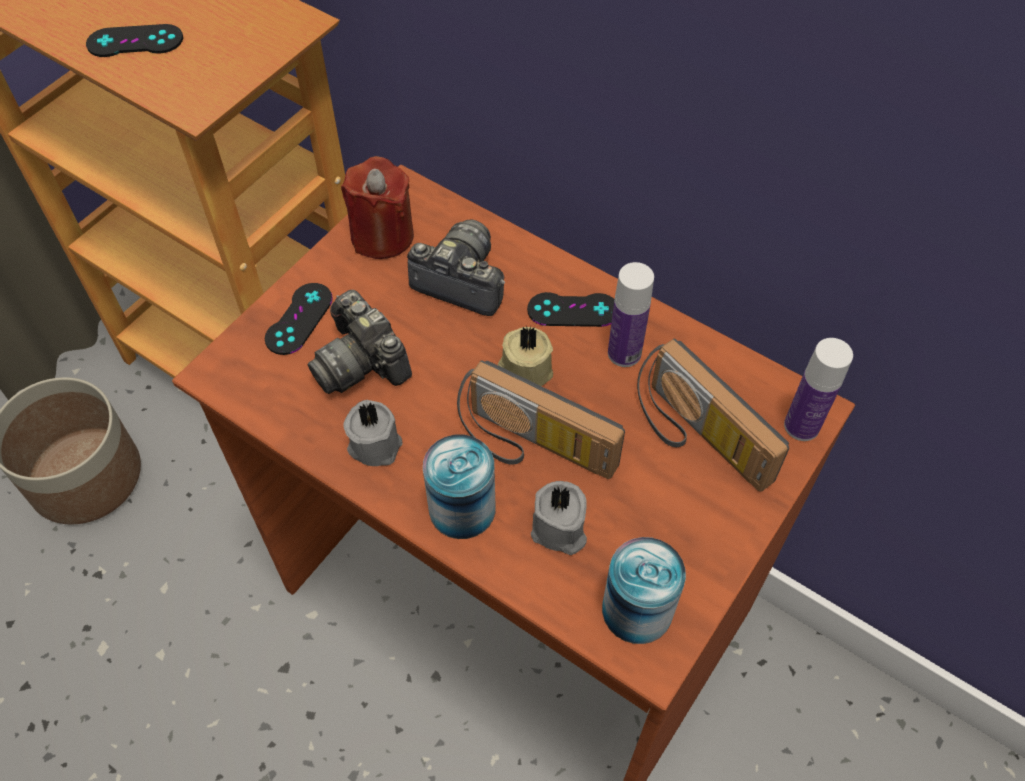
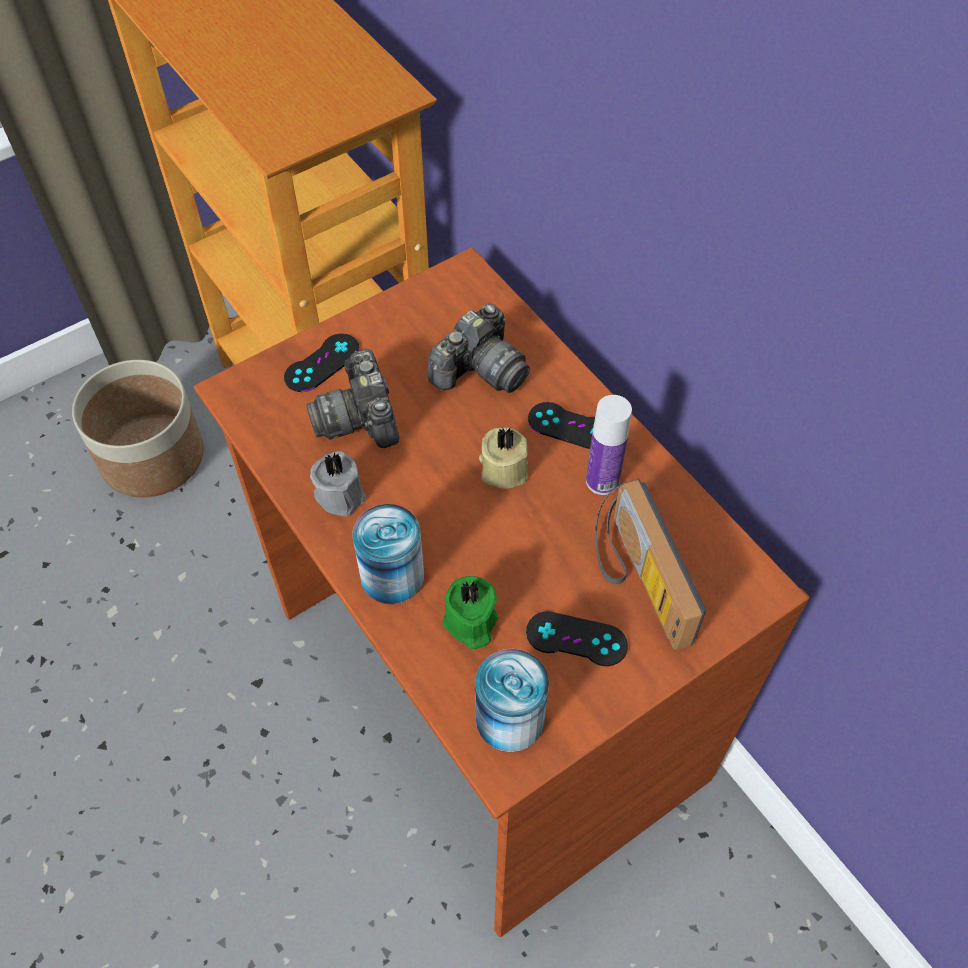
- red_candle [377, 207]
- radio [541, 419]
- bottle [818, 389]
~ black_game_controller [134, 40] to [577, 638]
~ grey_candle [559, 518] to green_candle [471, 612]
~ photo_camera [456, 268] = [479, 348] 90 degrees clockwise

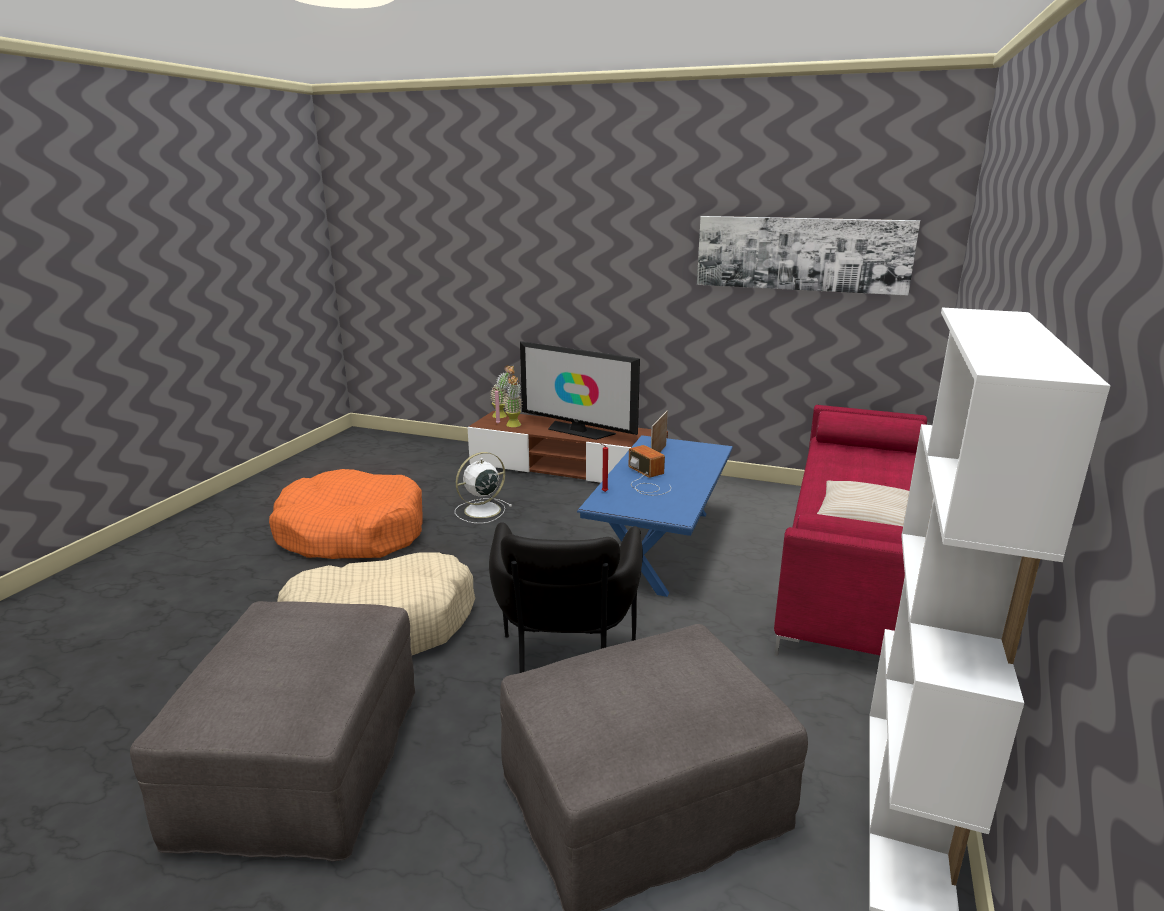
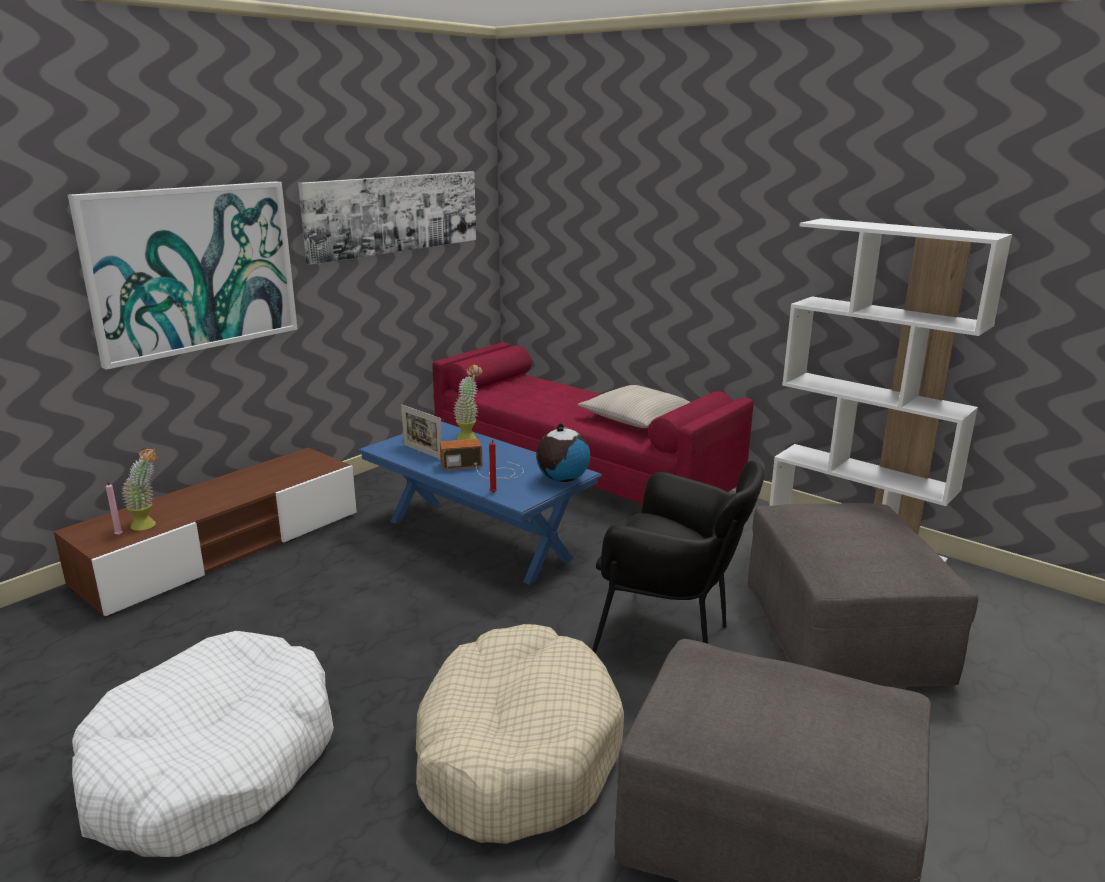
- white_fan [483, 488]
- television [580, 390]
+ picture [182, 275]
+ globe [563, 452]
~ potted_plant [502, 391] to [468, 402]
~ orange_dog_bed [346, 514] to white_dog_bed [203, 744]

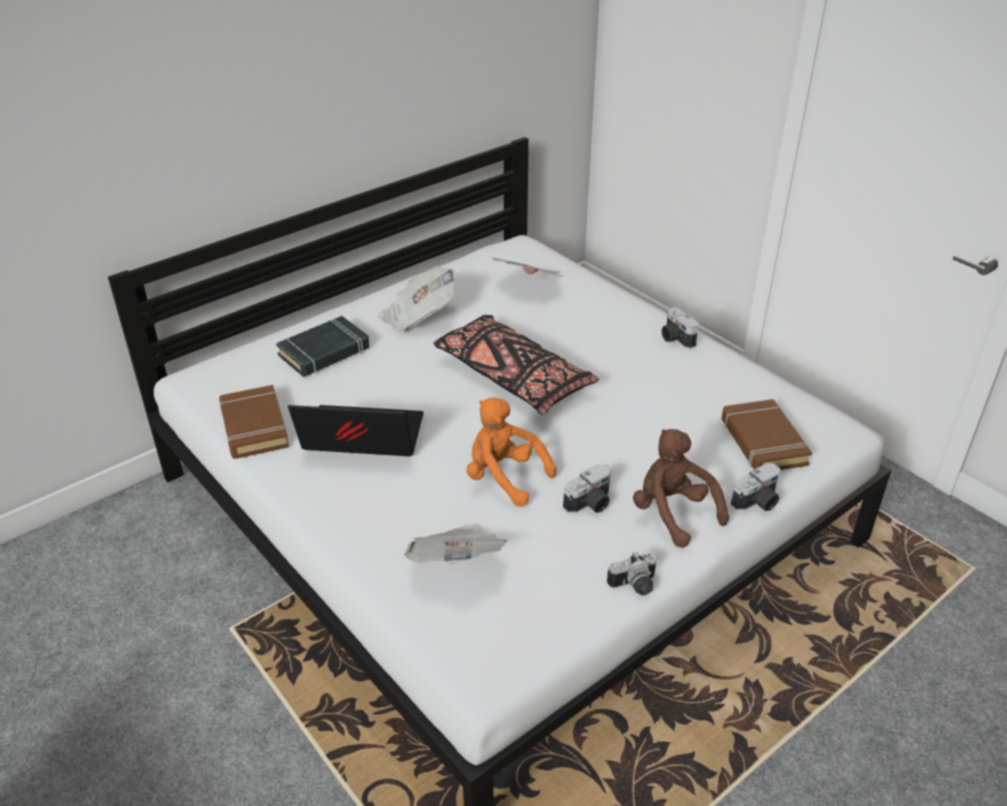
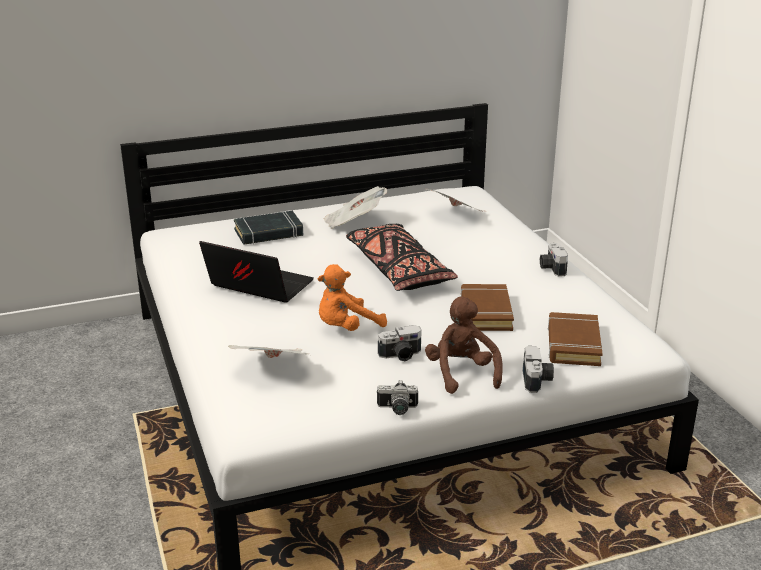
~ brown_book [254, 422] to [487, 307]
~ orange_plush_toy [512, 452] = [352, 297] 90 degrees counterclockwise
~ photo_camera [755, 487] = [538, 369] 75 degrees counterclockwise

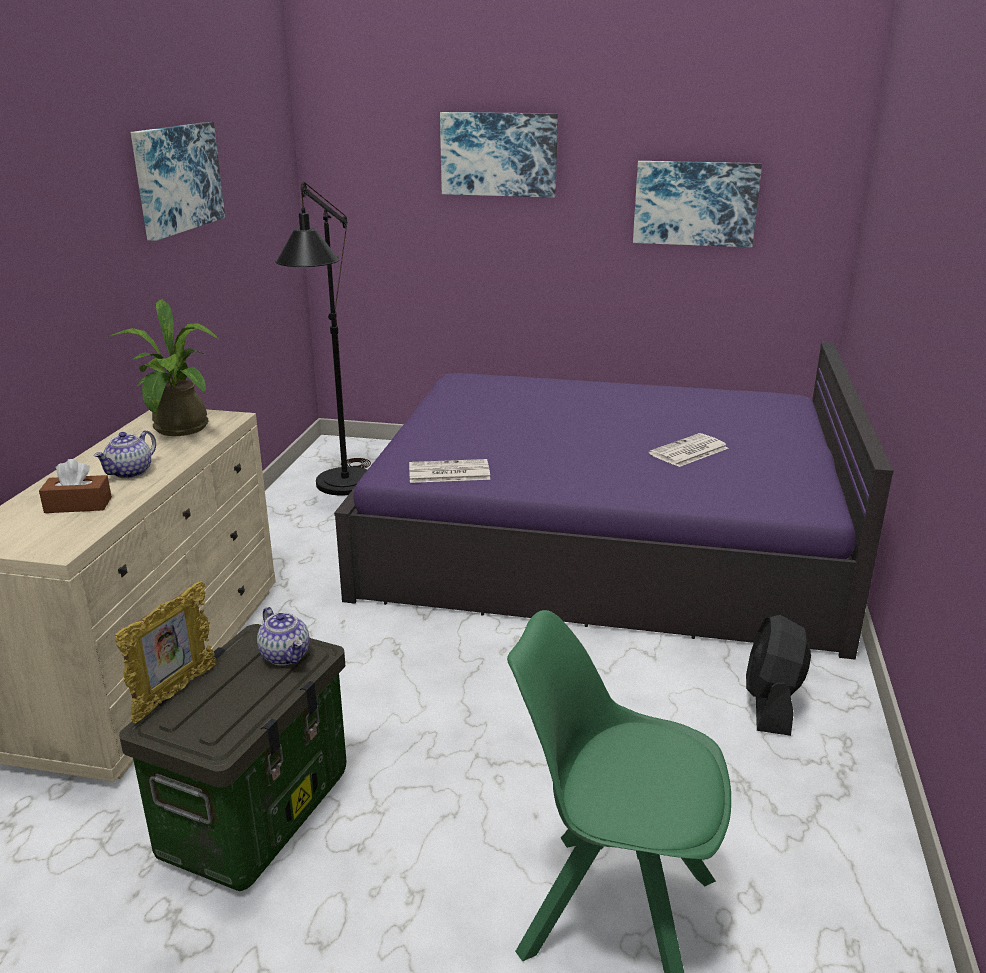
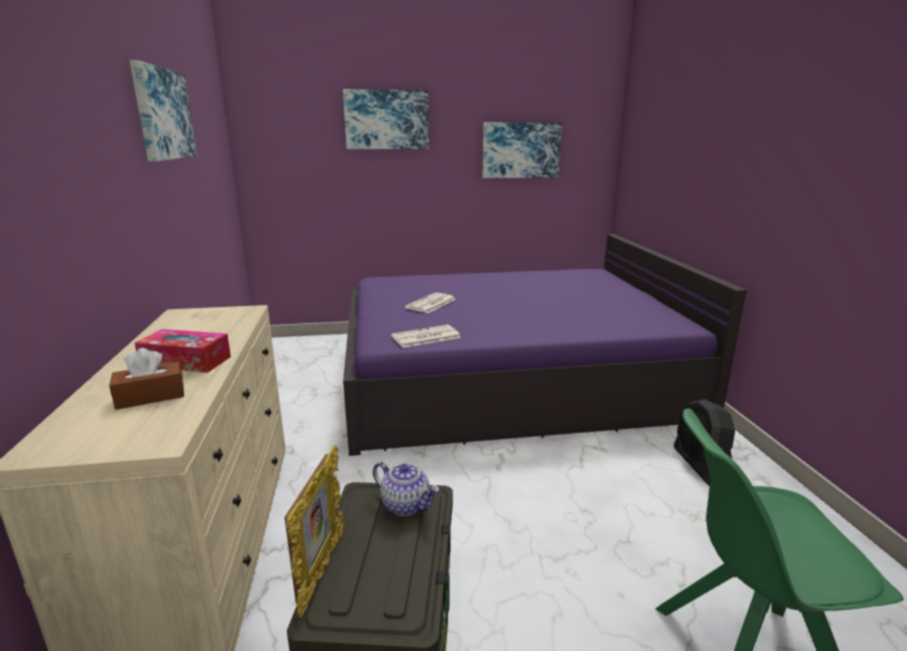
- potted_plant [164, 367]
- black_floor_lamp [323, 338]
~ newspaper [688, 450] to [430, 302]
~ teapot [125, 454] to tissue_box [183, 351]

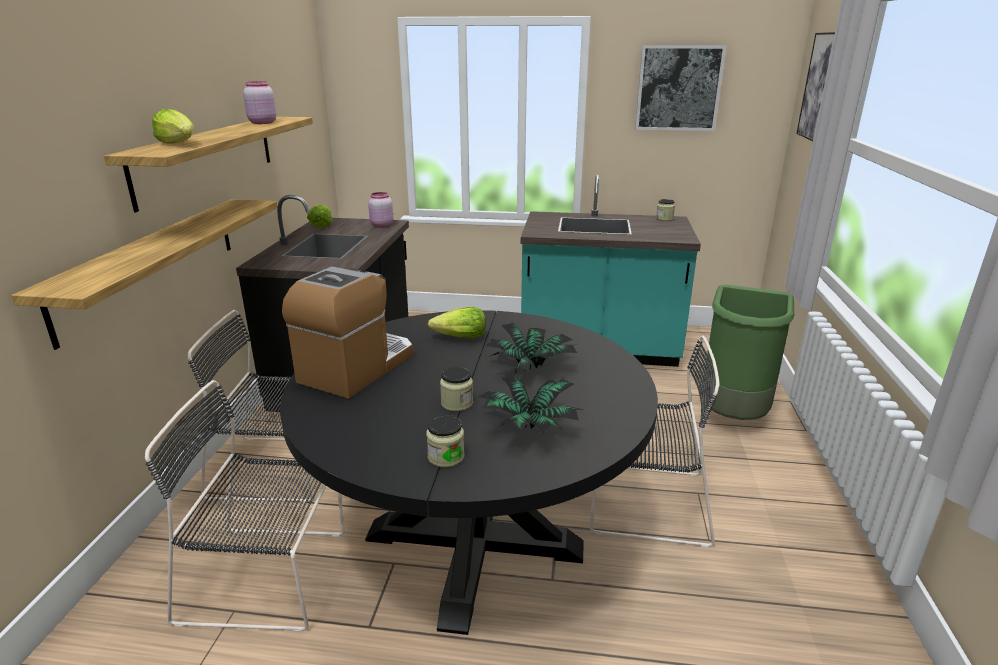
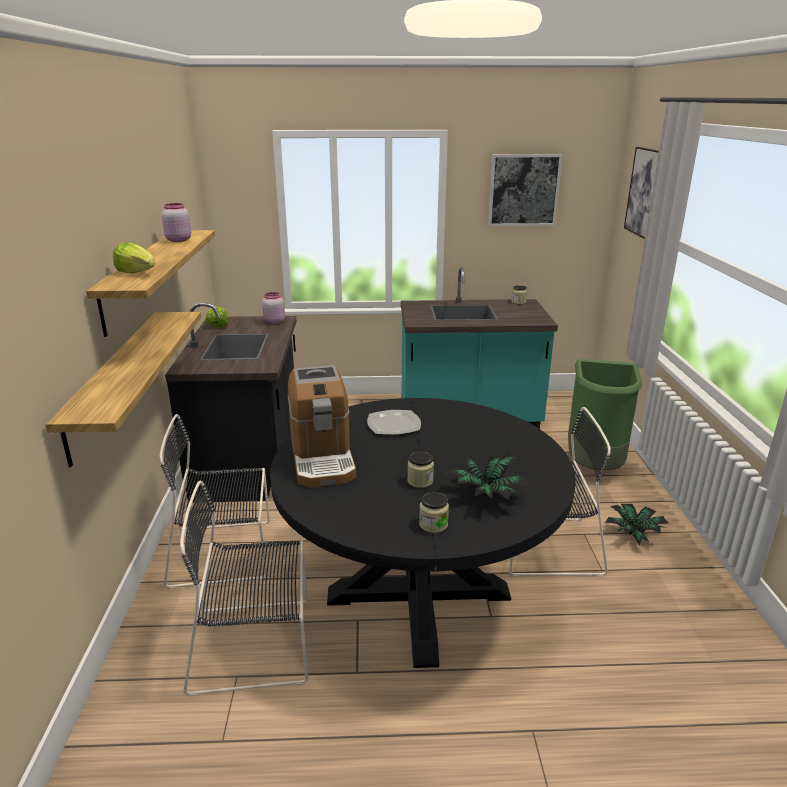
~ potted_plant [531, 349] to [637, 525]
~ lettuce [457, 322] to plate [394, 422]
~ coffee_machine [347, 333] = [322, 426] 150 degrees clockwise

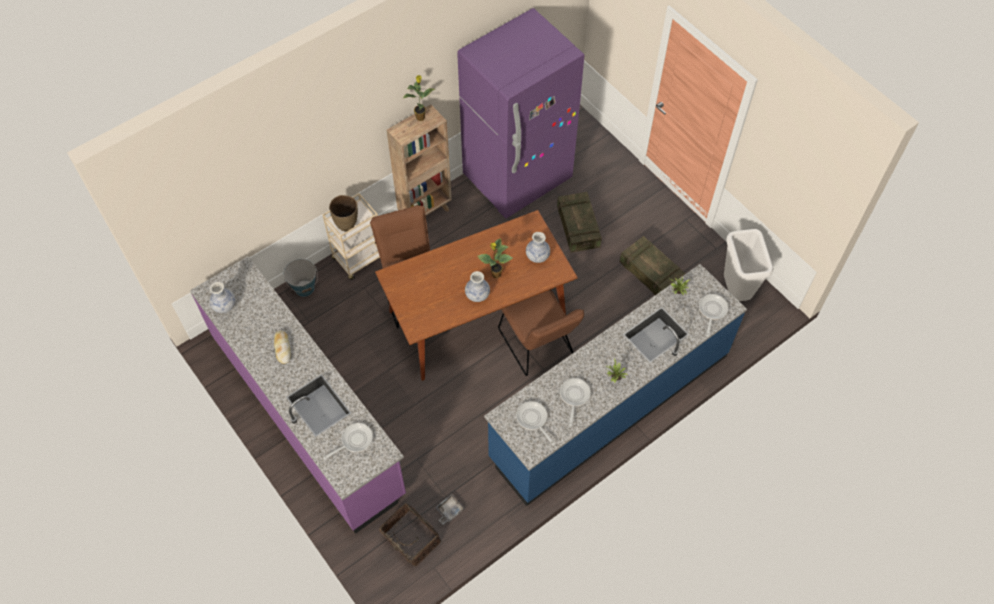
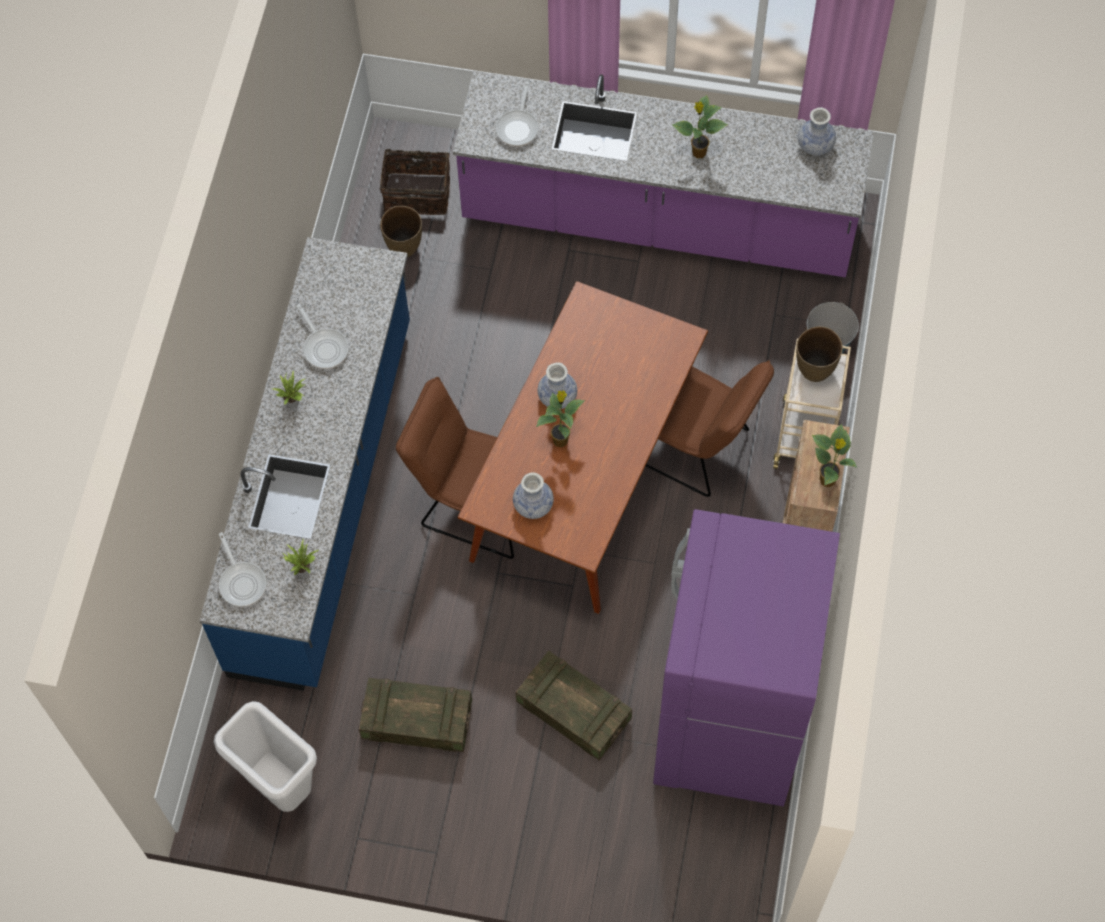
- frying_pan [535, 423]
~ bread [282, 347] to potted_plant [700, 126]
~ grey_tray [450, 509] to brown_vase [401, 231]

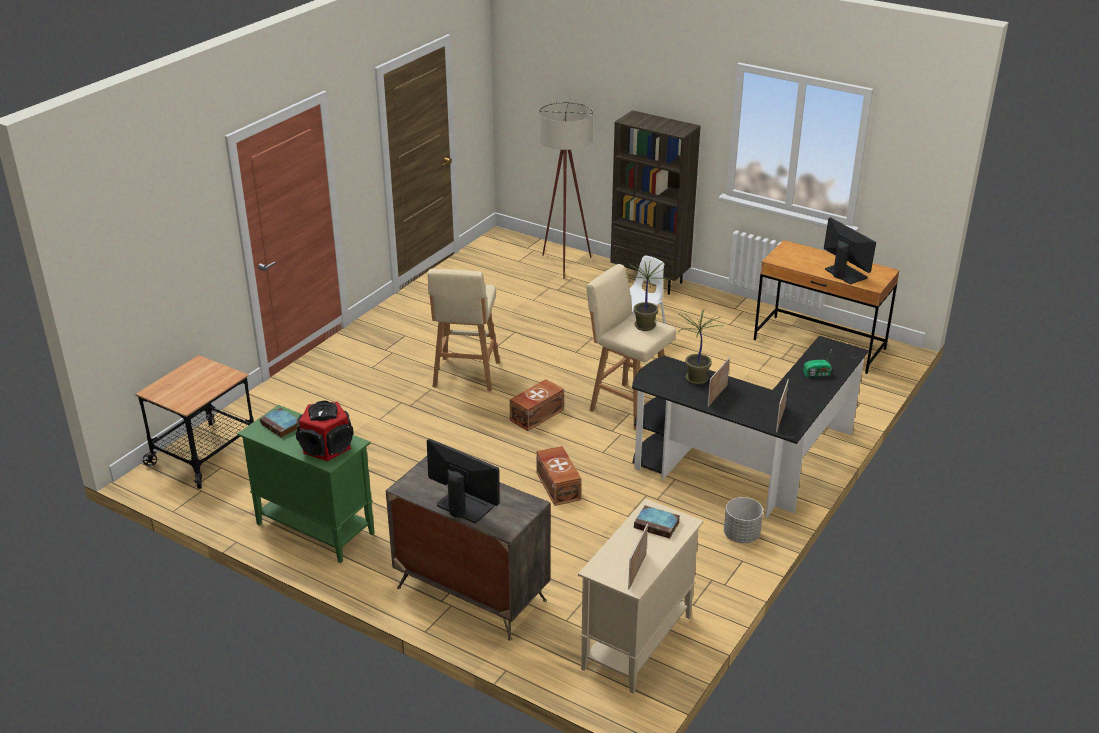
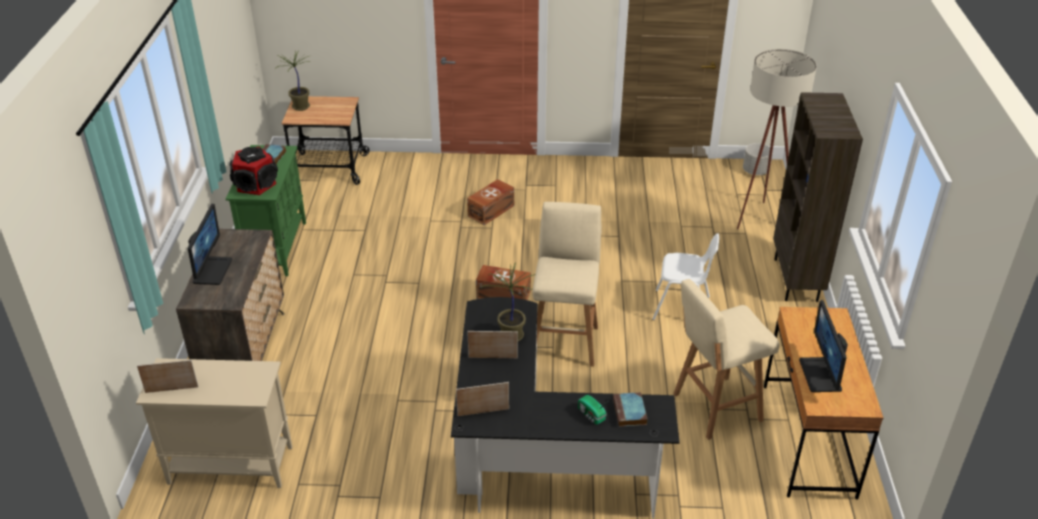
~ beige_stool [464, 330] to [726, 359]
~ brown_storage_box [558, 476] to [490, 202]
~ potted_plant [648, 296] to [293, 80]
~ book [657, 522] to [630, 409]
~ grey_planter [743, 520] to [758, 159]
~ monitor [850, 250] = [823, 346] 150 degrees clockwise

